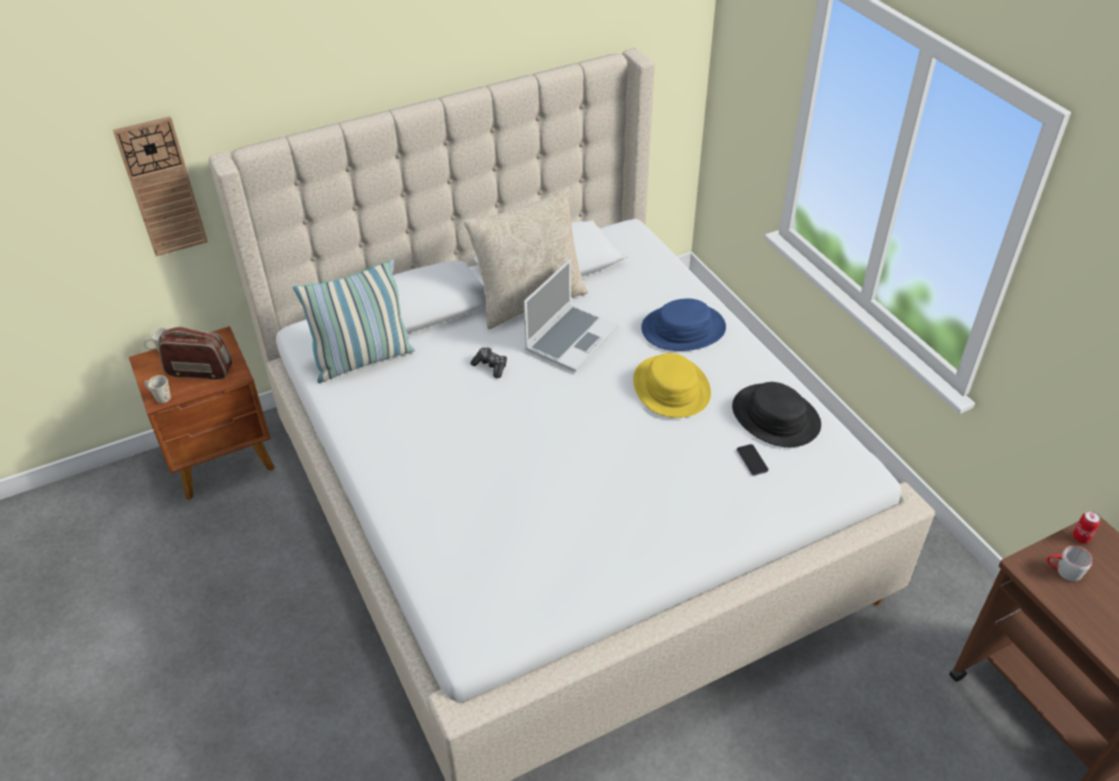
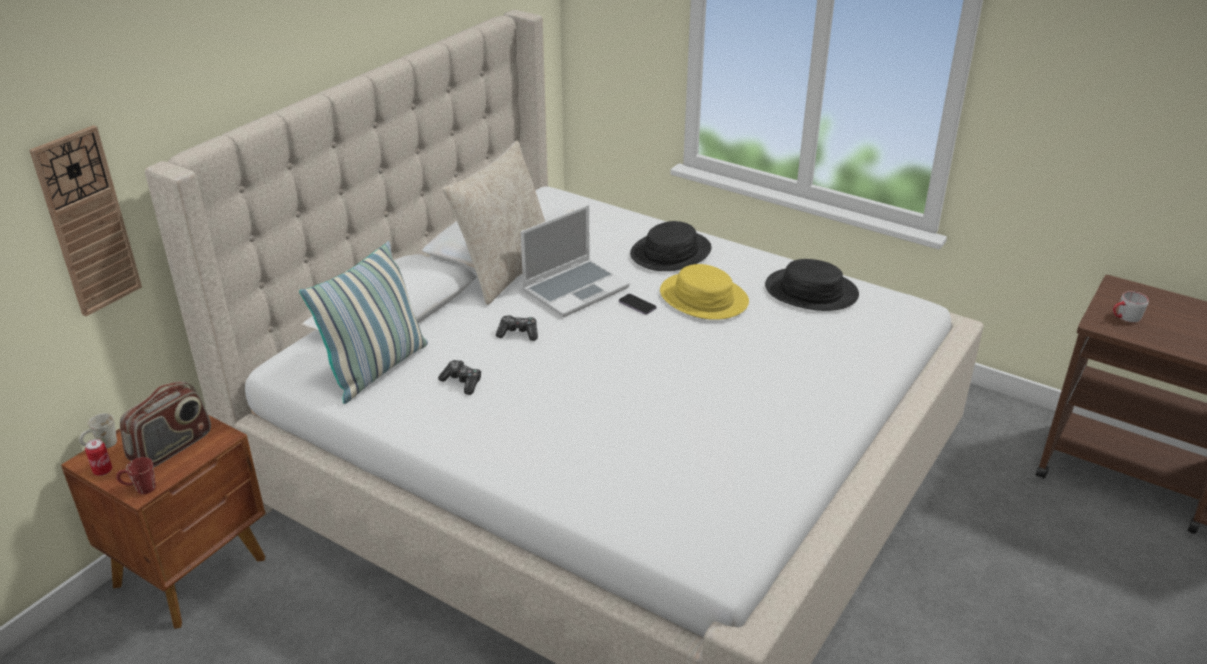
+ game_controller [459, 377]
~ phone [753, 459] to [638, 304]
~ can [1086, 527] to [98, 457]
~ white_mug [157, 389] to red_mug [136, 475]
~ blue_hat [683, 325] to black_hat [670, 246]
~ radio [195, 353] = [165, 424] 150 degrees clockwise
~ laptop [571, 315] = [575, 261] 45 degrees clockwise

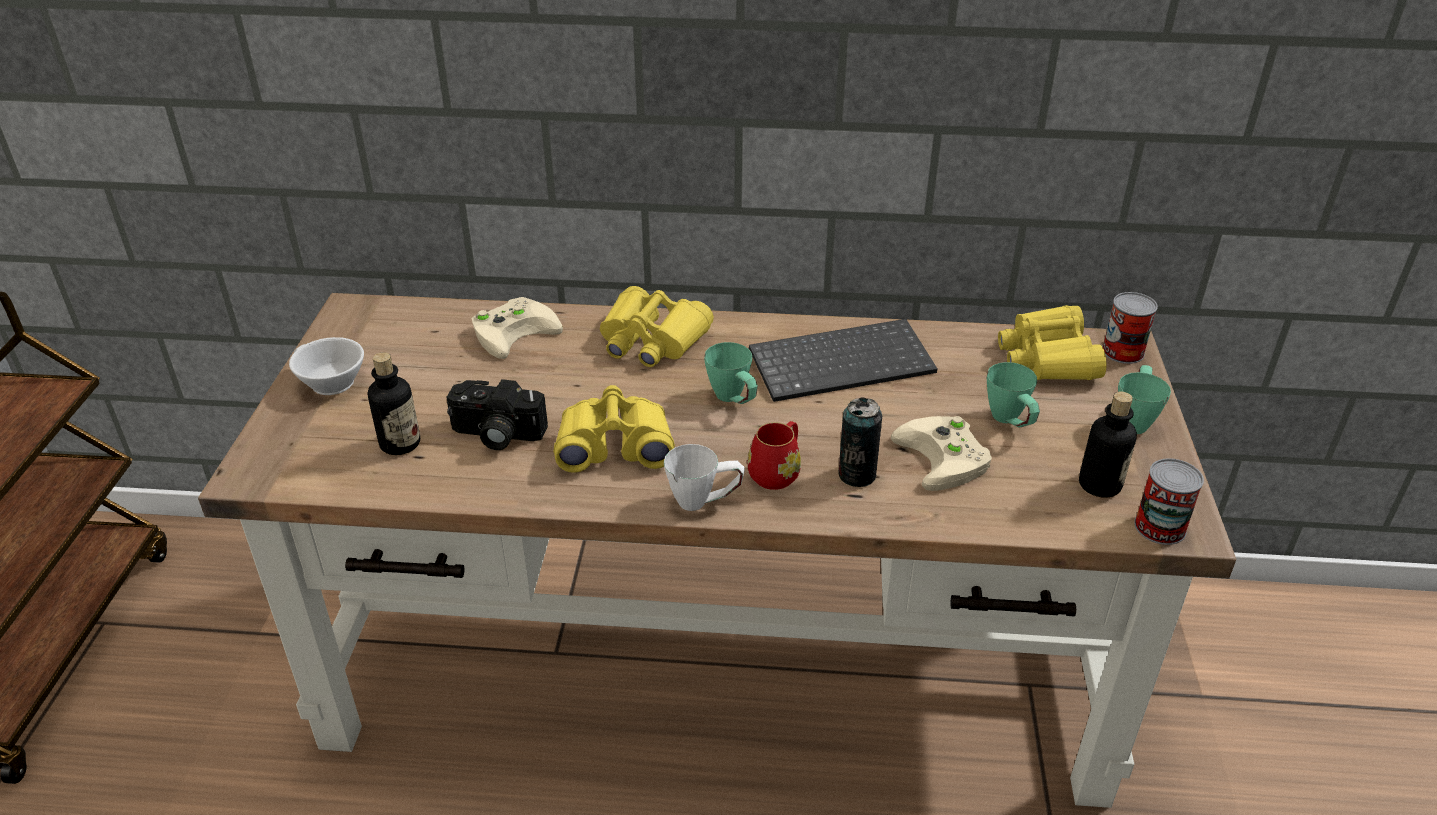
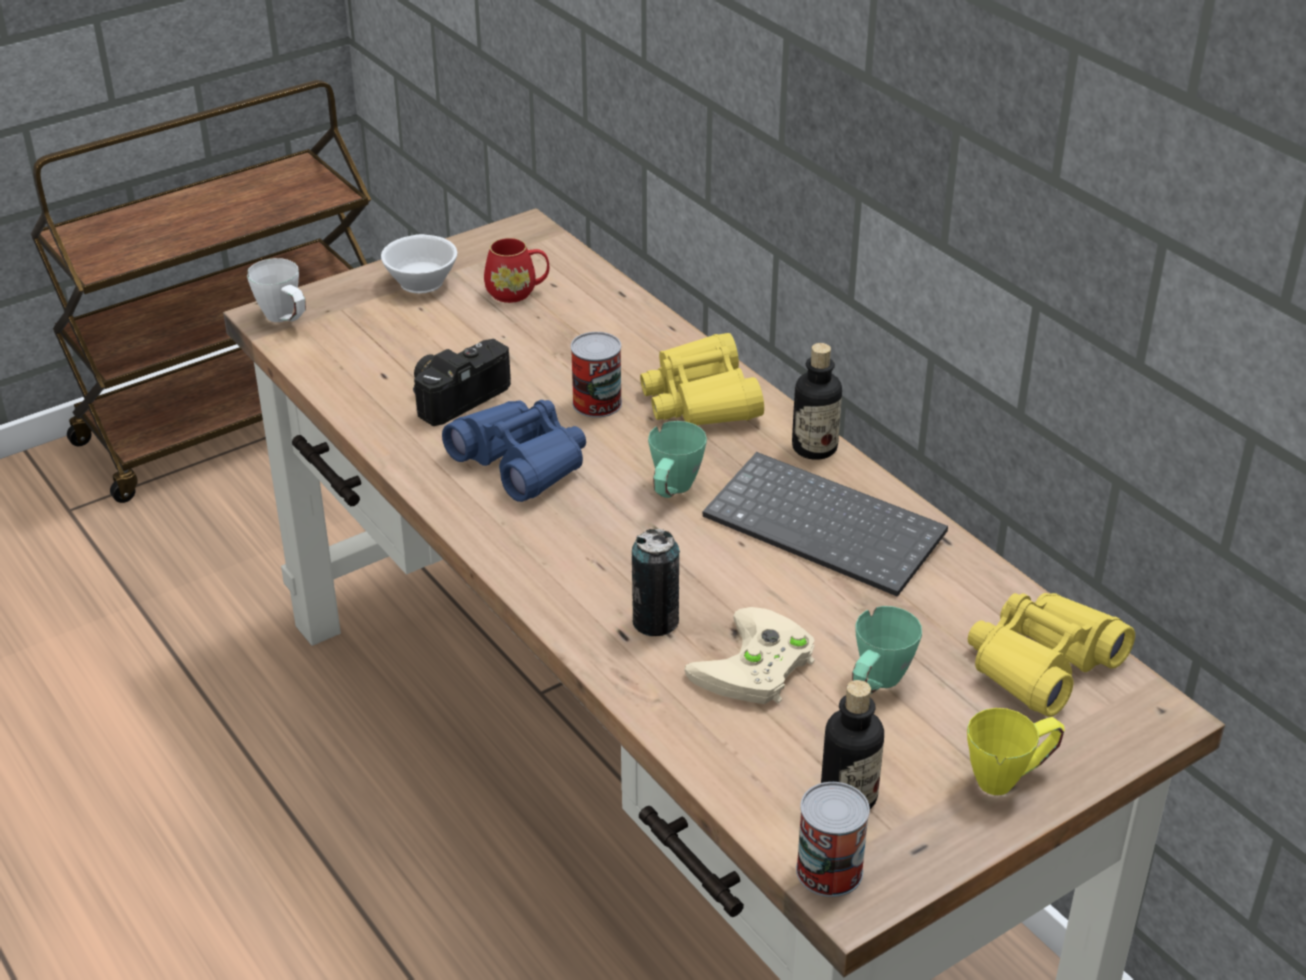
- beige_game_controller [517, 328]
~ bottle [393, 403] to [817, 401]
~ white_mug [704, 477] to [276, 290]
~ red_mug [774, 455] to [516, 270]
~ can [1130, 328] to [596, 375]
~ yellow_binoculars [614, 429] to blue_binoculars [514, 451]
~ green_mug [1144, 399] to yellow_mug [1015, 751]
~ photo_camera [497, 414] = [462, 382] 75 degrees clockwise

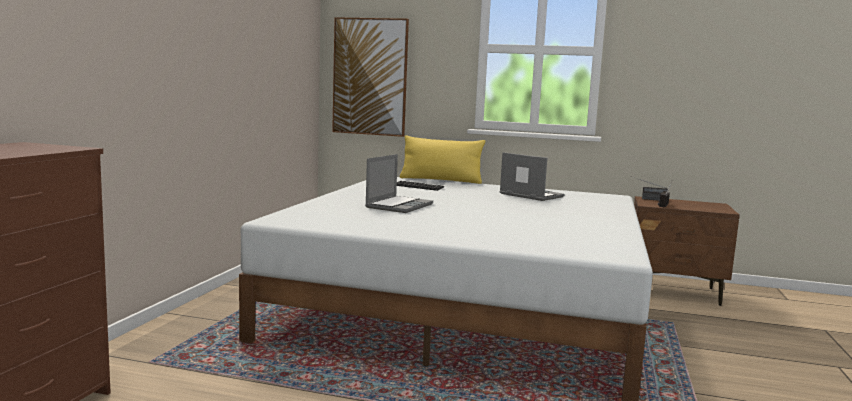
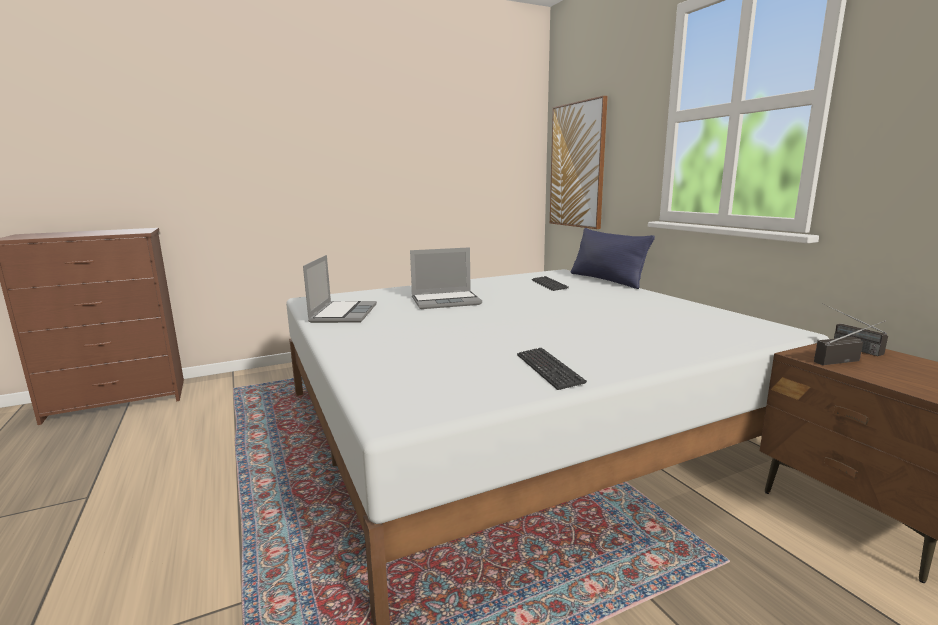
+ keyboard [552, 369]
~ laptop [532, 176] to [340, 289]
~ yellow_pillow [443, 159] to blue_pillow [613, 258]

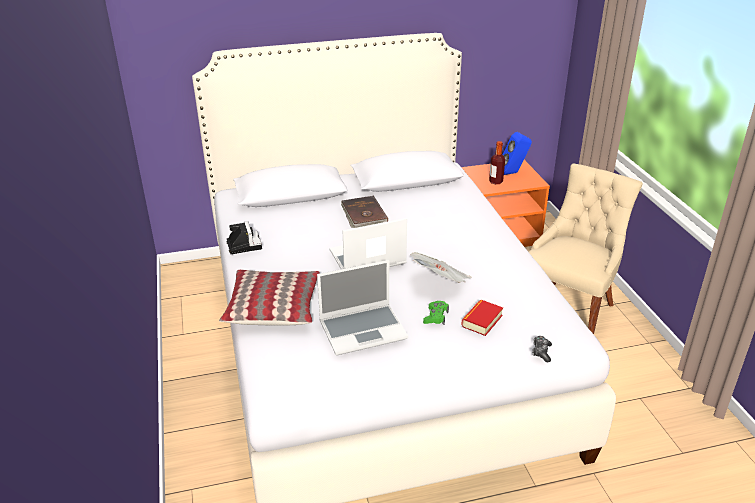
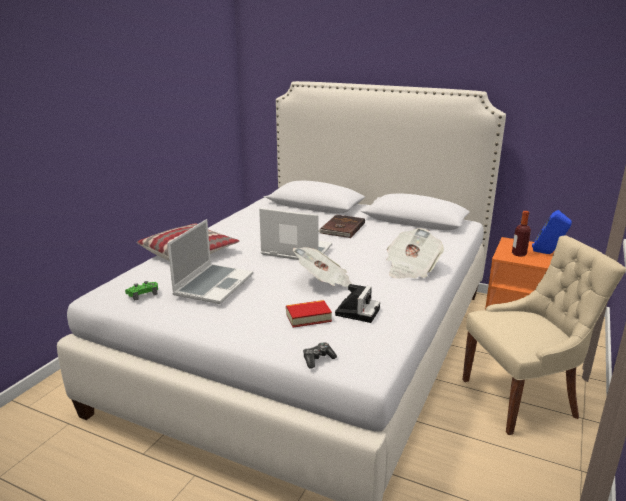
+ newspaper [415, 253]
~ photo_camera [244, 237] to [357, 303]
~ green_game_controller [436, 313] to [141, 291]
~ laptop [362, 307] = [210, 261] 90 degrees counterclockwise

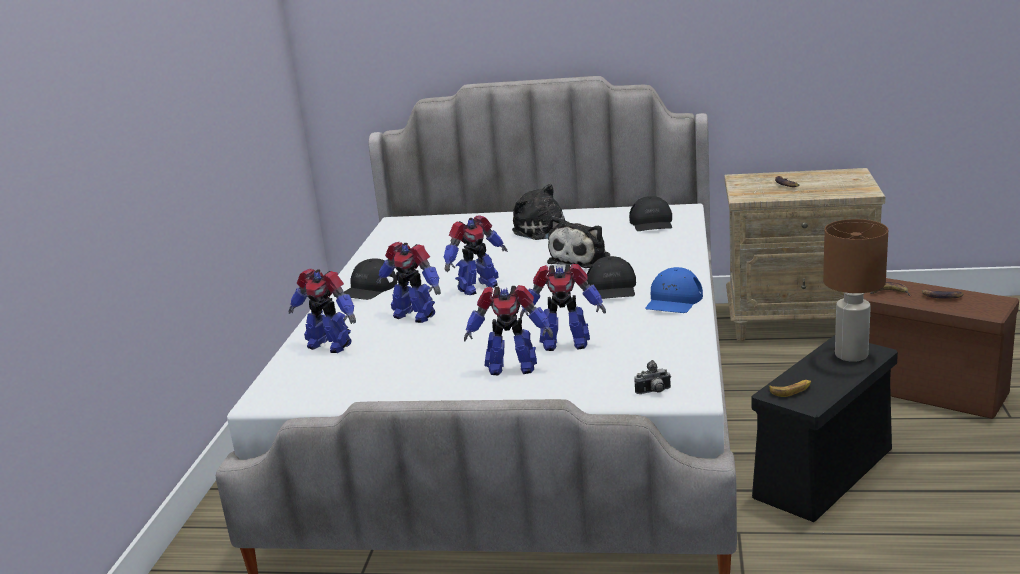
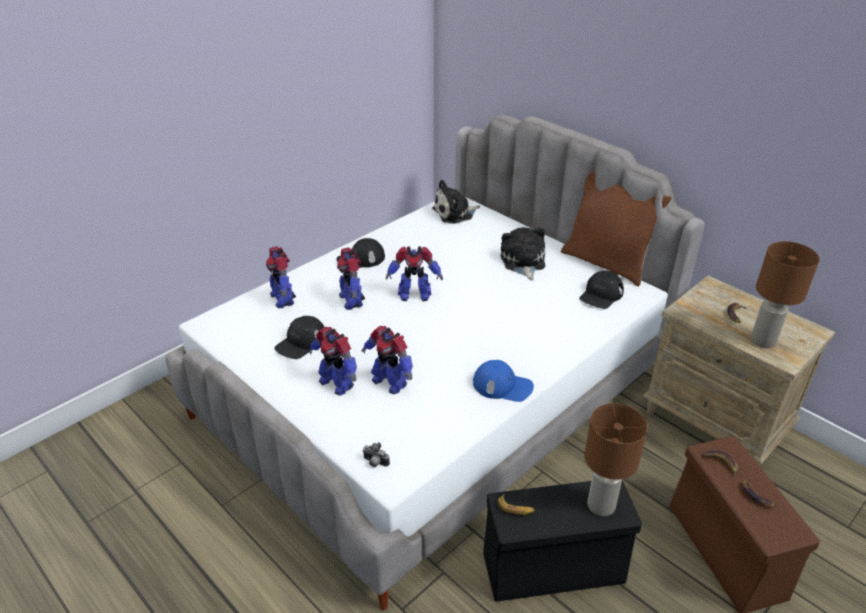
+ brown_pillow [616, 228]
+ brown_table_lamp [785, 294]
~ plush_toy [578, 242] to [456, 202]
~ black_cap [611, 277] to [299, 337]
~ blue_cap [674, 290] = [503, 381] 135 degrees counterclockwise

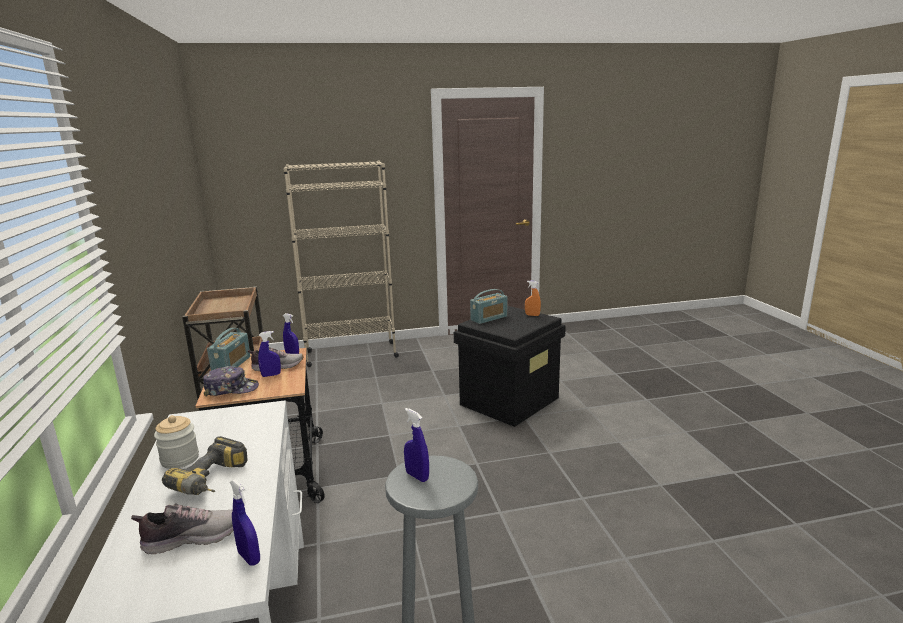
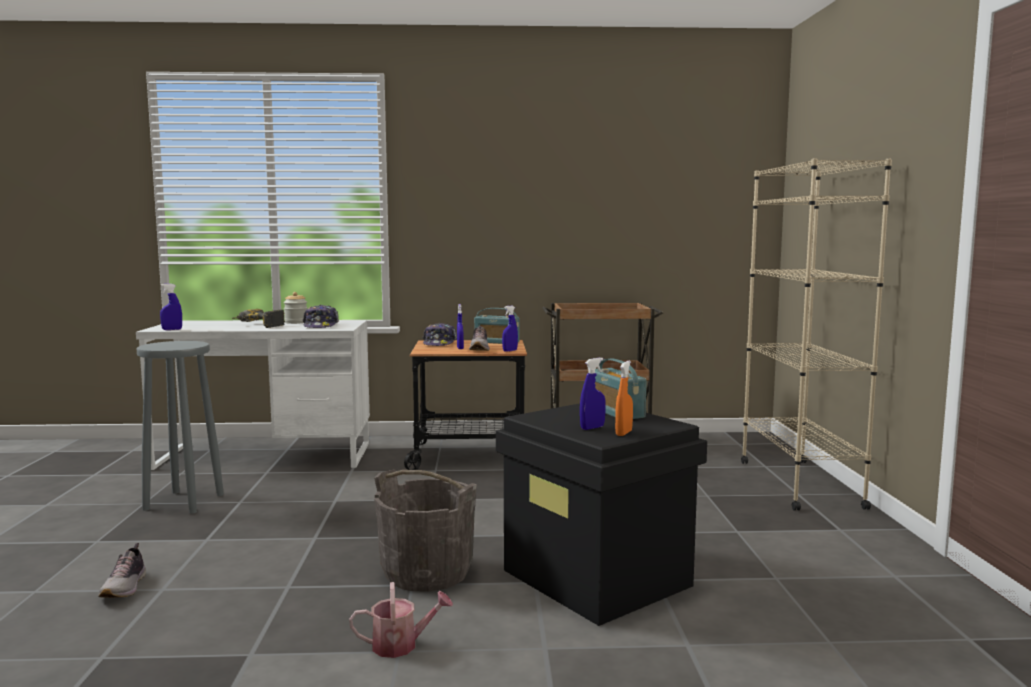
+ cap [321, 316]
+ watering_can [401, 620]
+ grey_bucket [425, 530]
~ shoe [182, 528] to [122, 570]
~ blue_spray_bottle [416, 445] to [593, 394]

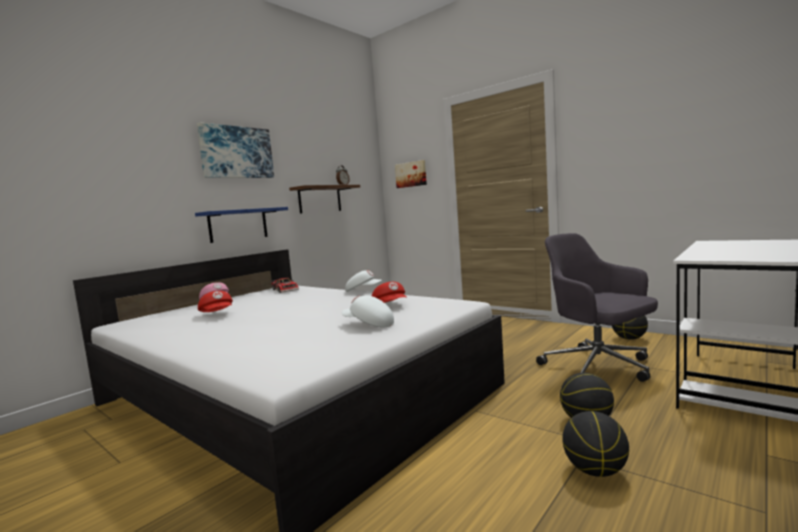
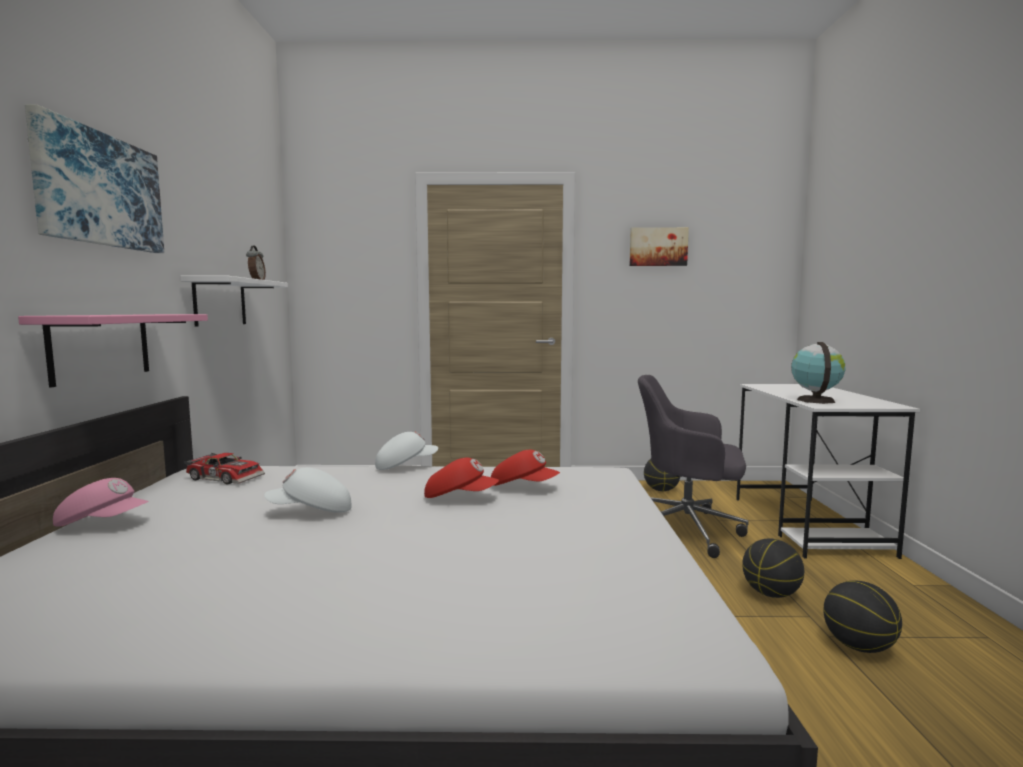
+ globe [818, 373]
~ red_cap [215, 301] to [461, 478]
~ white_cap [368, 311] to [308, 490]
~ picture [411, 174] to [659, 246]
~ blue_shelf [241, 225] to pink_shelf [113, 350]
~ brown_shelf [324, 199] to white_shelf [234, 301]

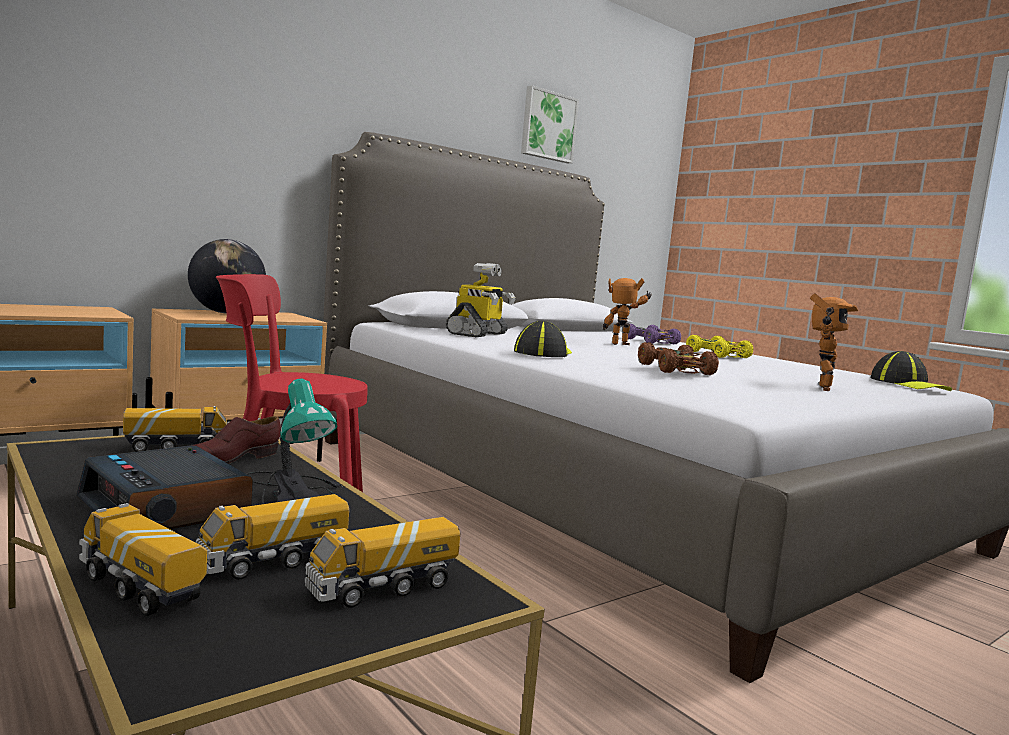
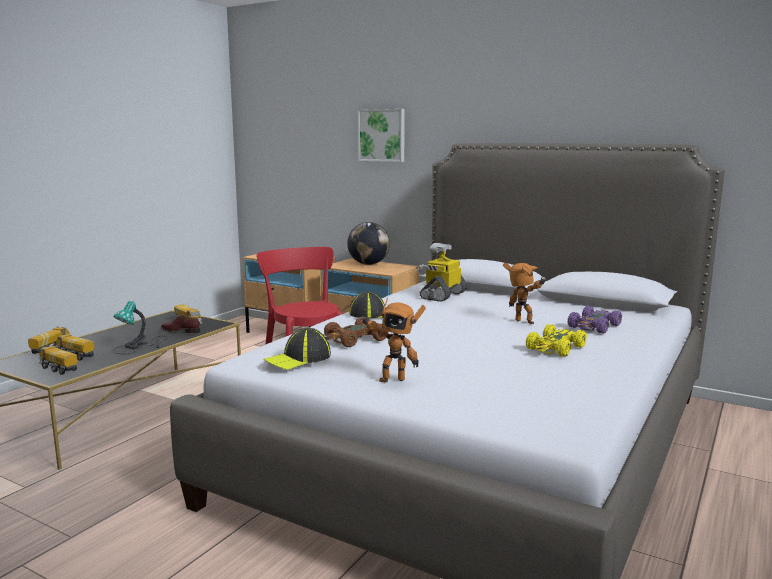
- alarm_clock [164, 487]
~ picture [550, 124] to [381, 135]
~ cap [911, 371] to [297, 348]
~ toy_robot [481, 300] = [442, 272] 120 degrees clockwise

